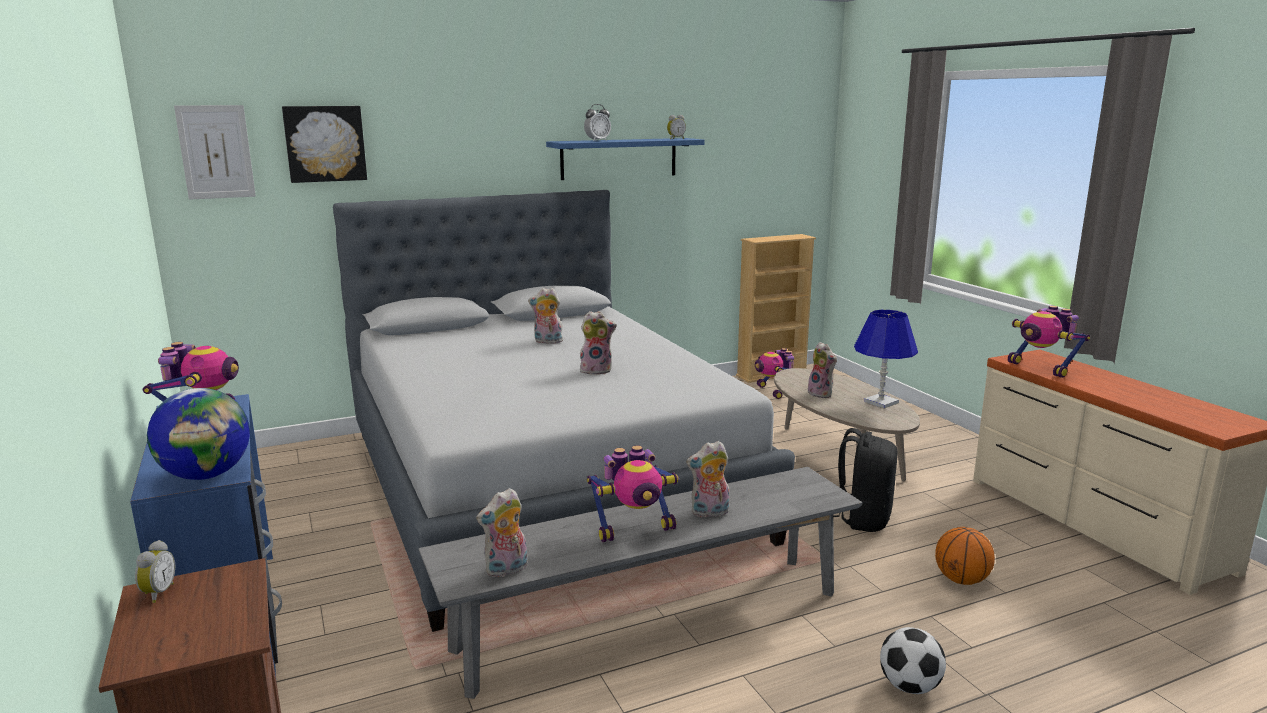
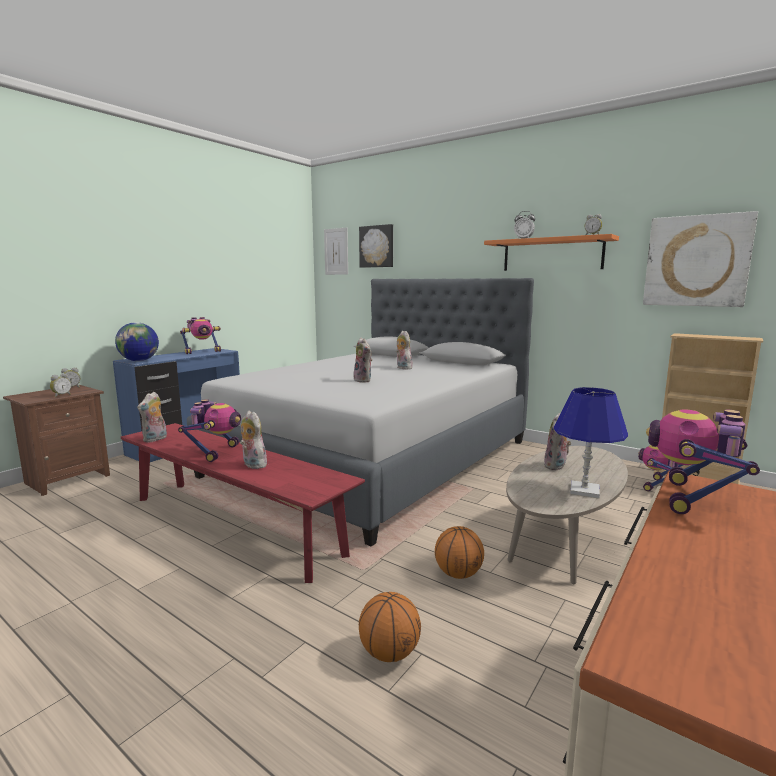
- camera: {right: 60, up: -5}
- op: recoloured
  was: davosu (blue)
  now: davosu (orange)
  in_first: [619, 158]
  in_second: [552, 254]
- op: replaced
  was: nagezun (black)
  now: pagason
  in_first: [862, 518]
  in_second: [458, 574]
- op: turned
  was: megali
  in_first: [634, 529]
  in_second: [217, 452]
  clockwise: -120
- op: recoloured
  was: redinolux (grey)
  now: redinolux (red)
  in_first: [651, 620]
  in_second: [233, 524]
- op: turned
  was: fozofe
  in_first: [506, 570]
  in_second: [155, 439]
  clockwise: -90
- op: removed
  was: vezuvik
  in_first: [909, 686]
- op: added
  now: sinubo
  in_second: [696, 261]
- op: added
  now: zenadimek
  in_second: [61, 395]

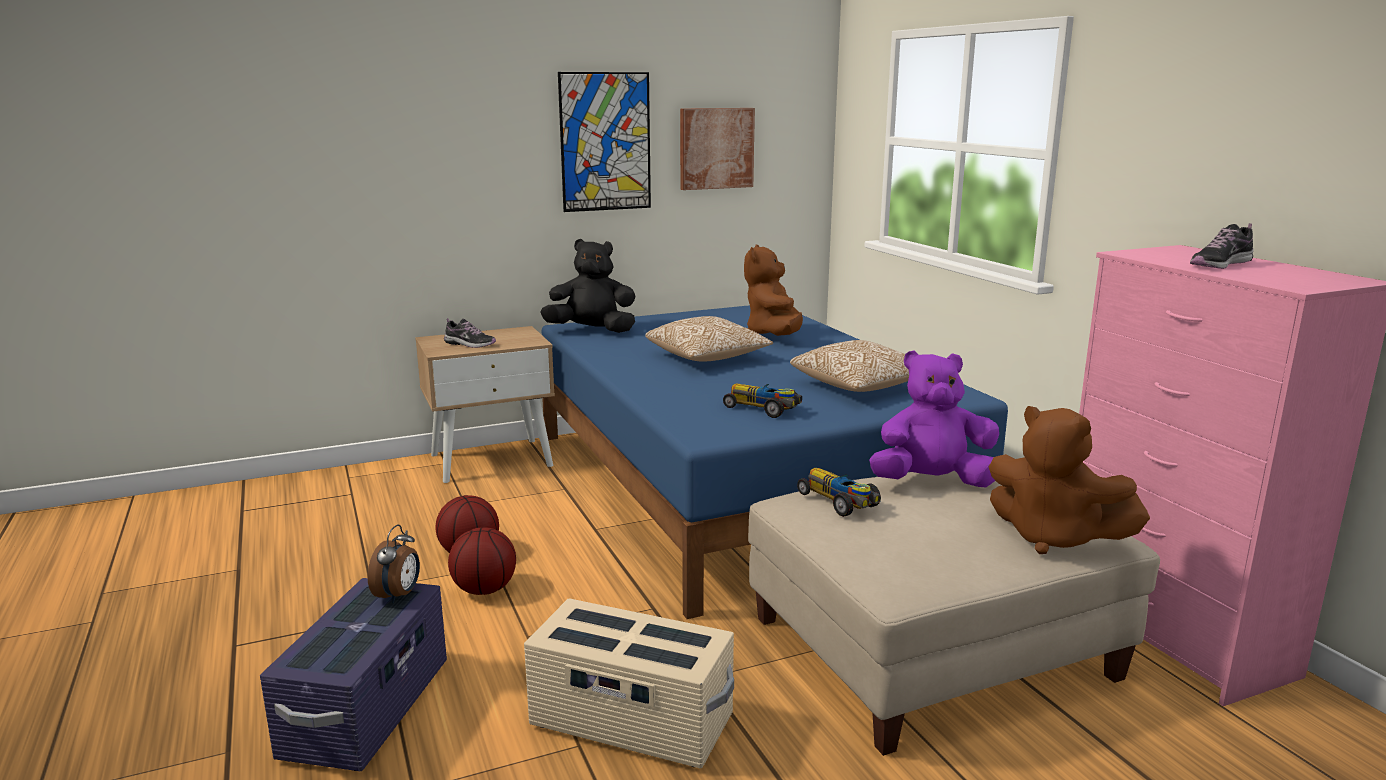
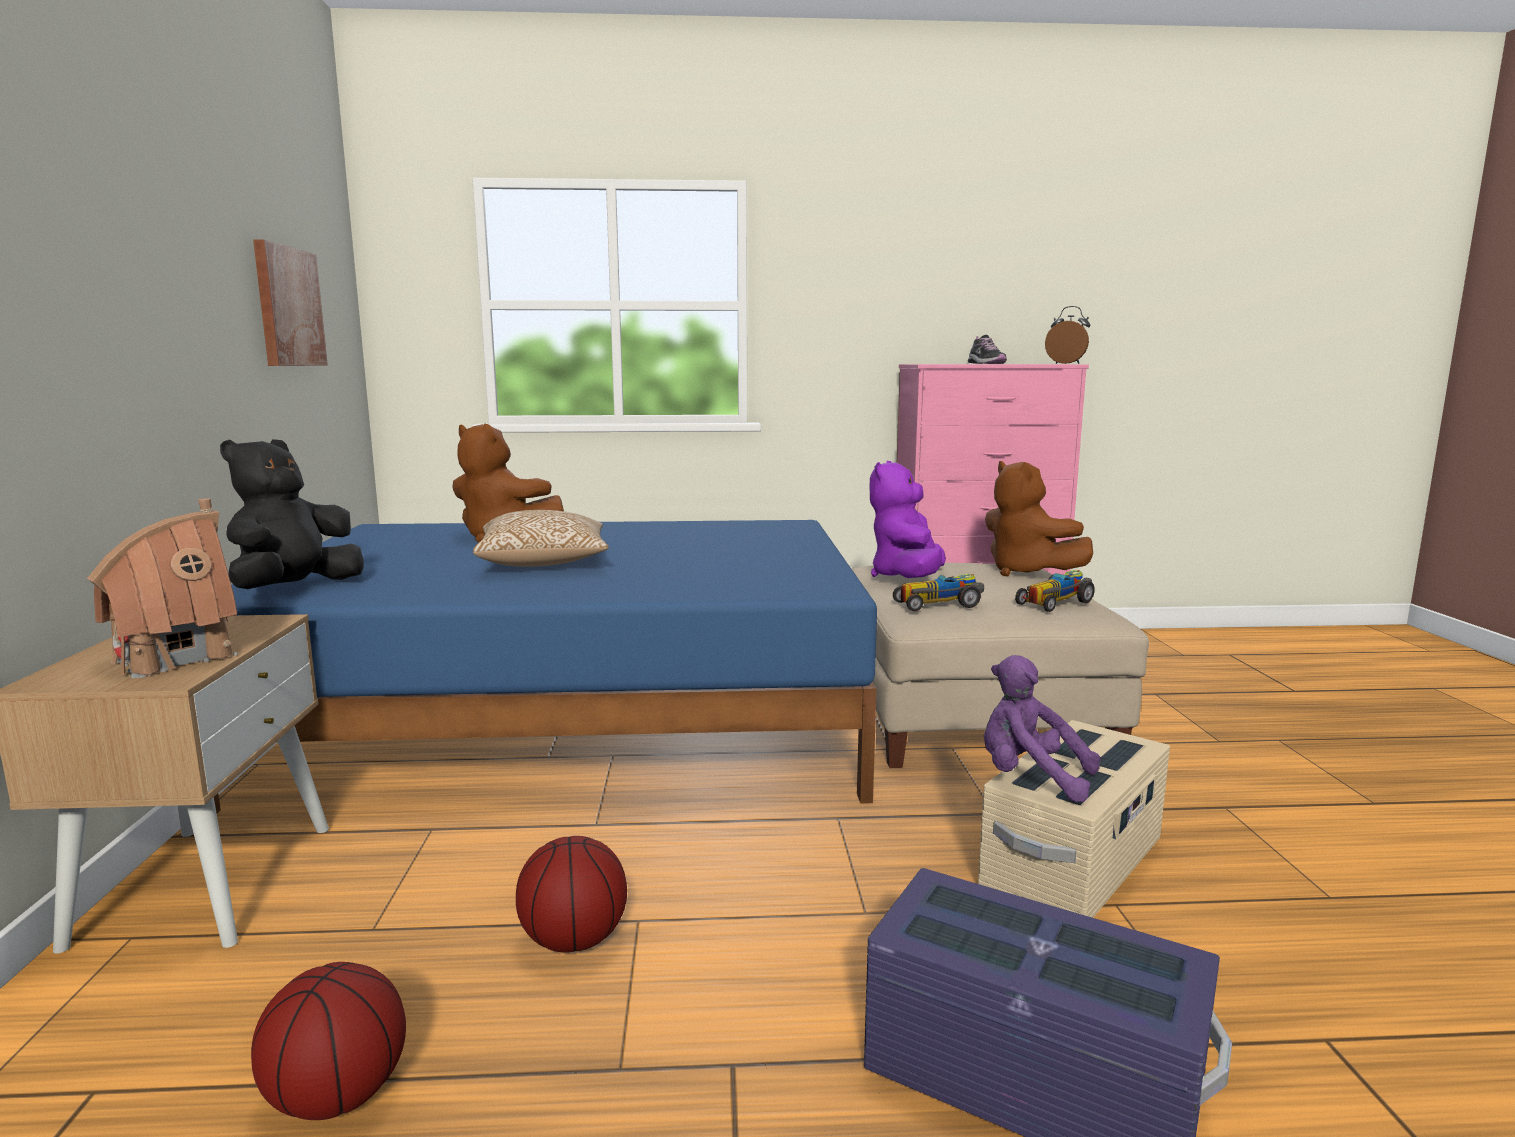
- camera: {right: -70, up: -5}
- op: removed
  was: sinubo
  in_first: [605, 142]
- op: replaced
  was: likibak
  now: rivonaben
  in_first: [469, 344]
  in_second: [174, 657]
- op: removed
  was: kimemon
  in_first: [860, 386]
- op: moved
  was: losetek
  in_first: [764, 409]
  in_second: [1056, 602]
- op: turned
  was: fozofe (brown)
  in_first: [1053, 538]
  in_second: [1026, 572]
  clockwise: 90
- op: moved
  was: zenadimek
  in_first: [399, 595]
  in_second: [1067, 363]
- op: moved
  was: pagason
  in_first: [484, 589]
  in_second: [336, 1097]
- op: added
  now: fozofe (purple)
  in_second: [1030, 778]

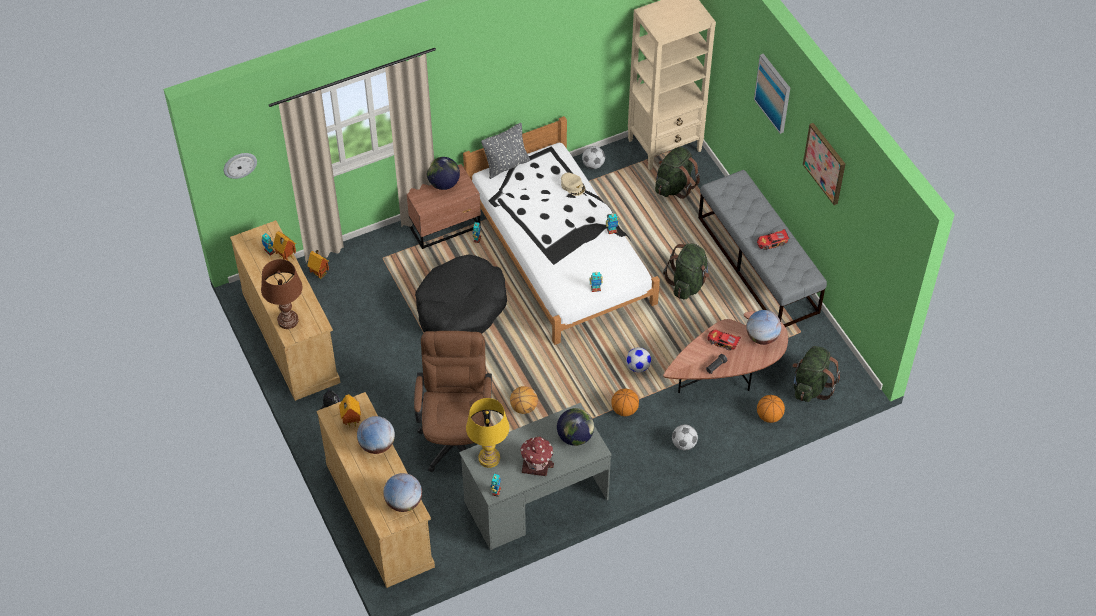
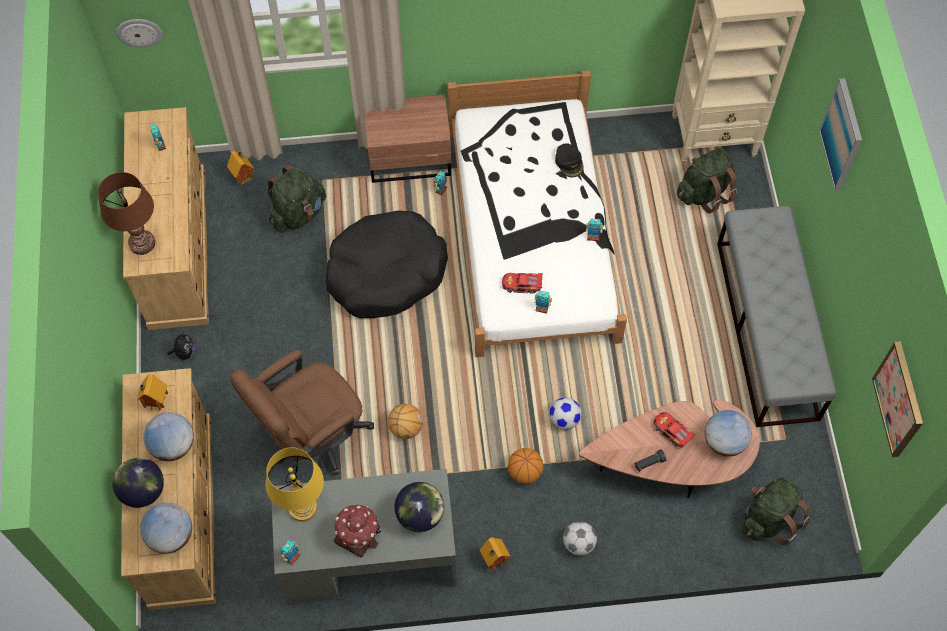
- camera: {right: 20, up: 10}
- op: removed
  was: kimemon (grey)
  in_first: [506, 165]
- op: moved
  was: sinubo
  in_first: [825, 163]
  in_second: [899, 399]
- op: removed
  was: vezuvik
  in_first: [593, 165]
- op: moved
  was: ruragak
  in_first: [443, 183]
  in_second: [143, 490]
- op: recoloured
  was: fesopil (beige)
  now: fesopil (black)
  in_first: [573, 186]
  in_second: [569, 162]
- op: moved
  was: losetek
  in_first: [772, 243]
  in_second: [521, 285]
- op: moved
  was: rivonaben
  in_first: [286, 257]
  in_second: [493, 561]
- op: moved
  was: nagezun (green)
  in_first: [687, 283]
  in_second: [298, 213]
- op: turned
  was: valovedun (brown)
  in_first: [456, 435]
  in_second: [312, 437]
  clockwise: -150
- op: removed
  was: pagason
  in_first: [769, 416]

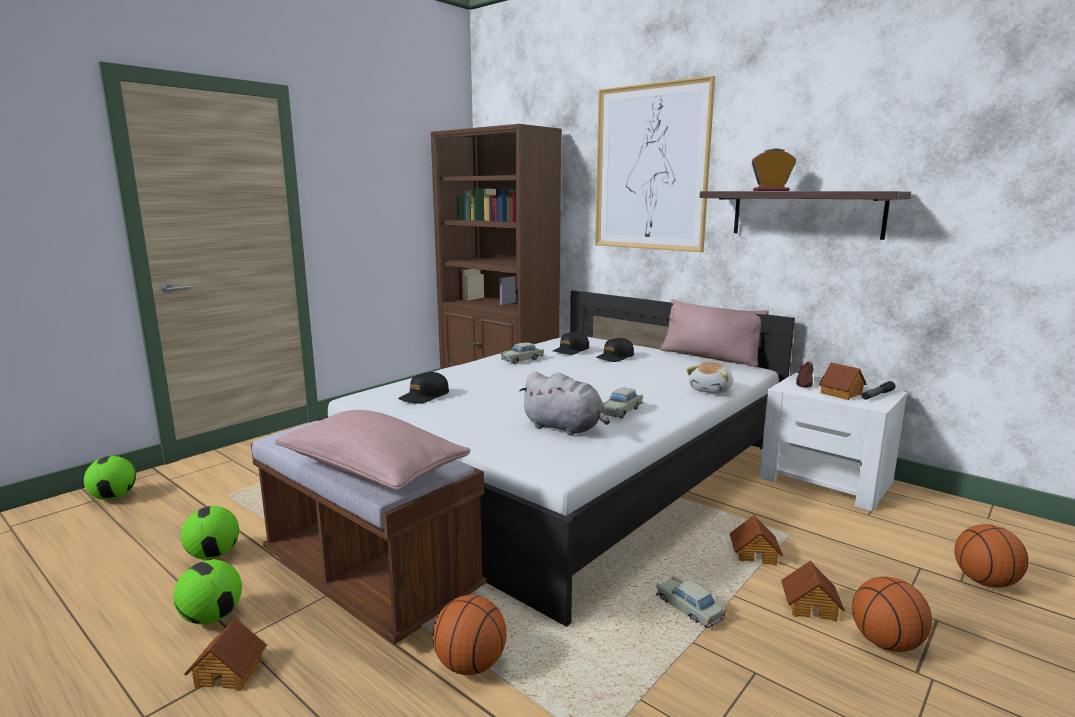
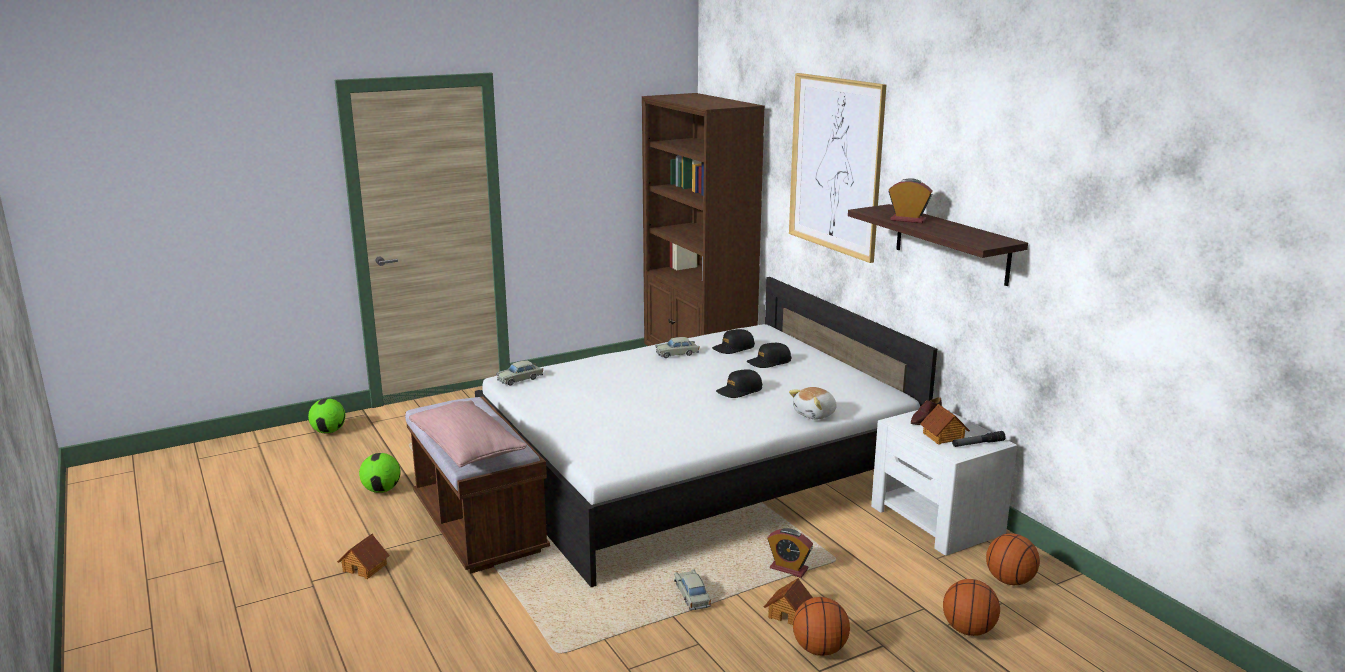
- camera: {right: 20, up: 5}
- op: removed
  was: kimemon (pink)
  in_first: [709, 357]
- op: removed
  was: fozofe (grey)
  in_first: [565, 428]
- op: moved
  was: fesopil (black)
  in_first: [424, 396]
  in_second: [739, 391]
- op: moved
  was: losetek (beige)
  in_first: [621, 411]
  in_second: [520, 379]
- op: replaced
  was: rivonaben
  now: zenadimek
  in_first: [754, 554]
  in_second: [788, 569]
- op: removed
  was: vezuvik
  in_first: [212, 617]
- op: moved
  was: pagason
  in_first: [470, 665]
  in_second: [1009, 581]

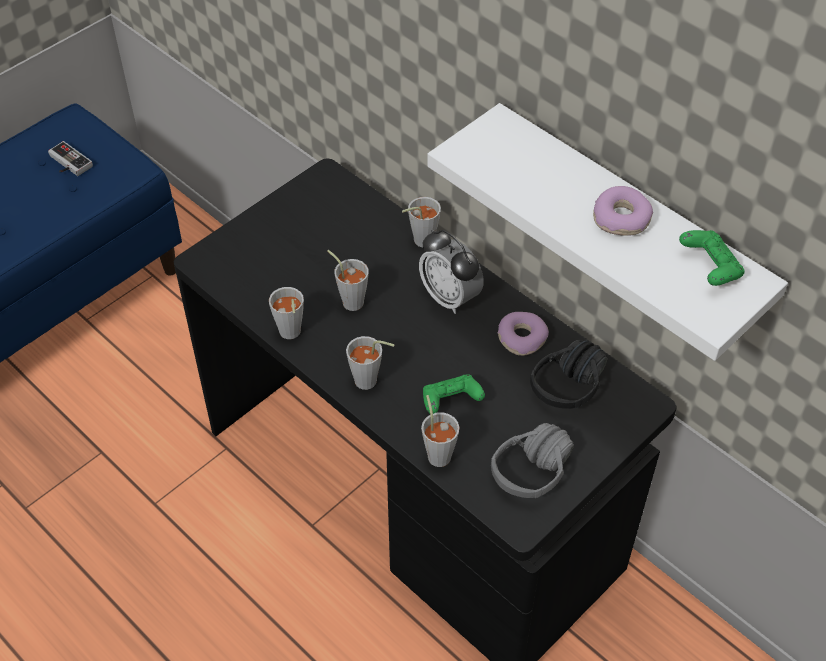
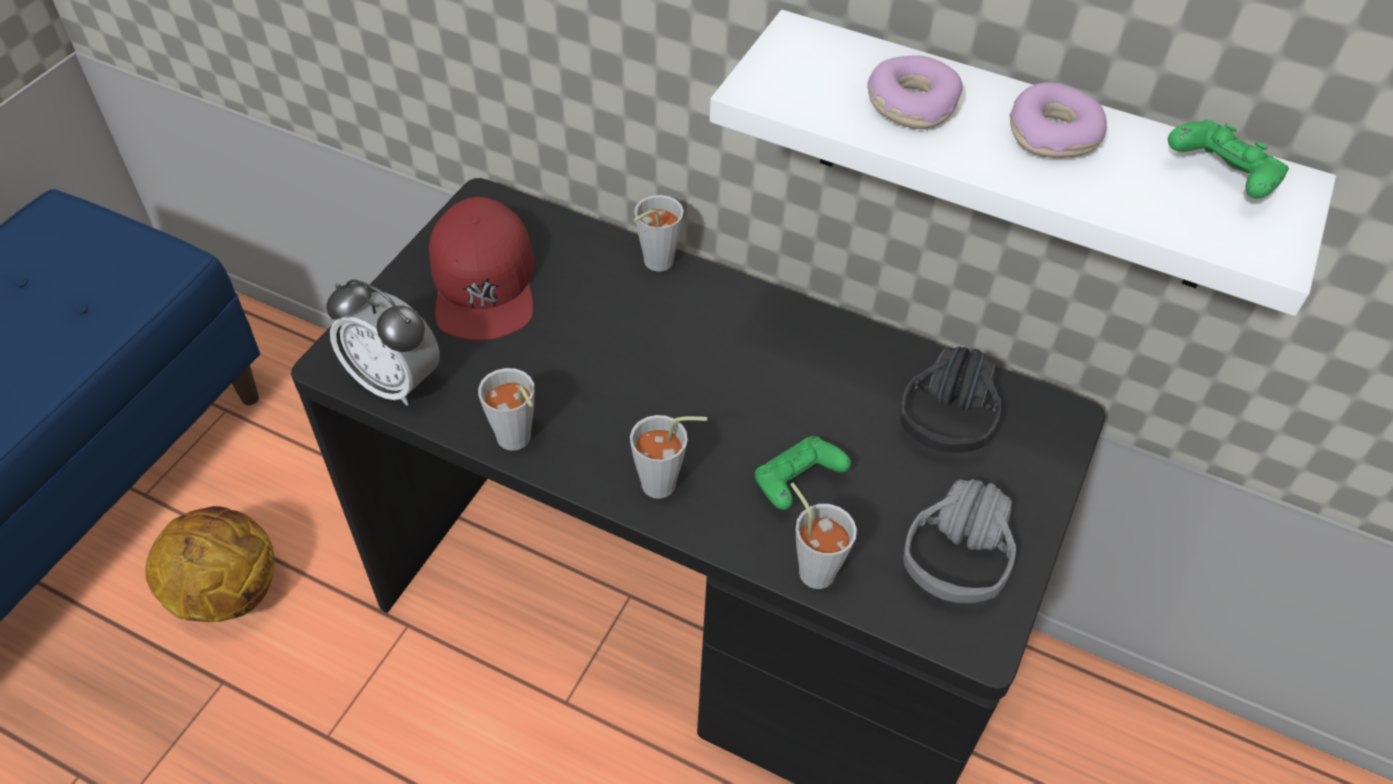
- camera: {right: -20, up: 0}
- op: removed
  was: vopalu
  in_first: [67, 163]
- op: moved
  was: zenadimek
  in_first: [450, 297]
  in_second: [395, 382]
- op: removed
  was: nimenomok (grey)
  in_first: [349, 299]
- op: moved
  was: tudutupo
  in_first: [521, 338]
  in_second: [910, 104]
- op: added
  now: fesopil (red)
  in_second: [484, 282]
- op: added
  now: pagason
  in_second: [226, 592]

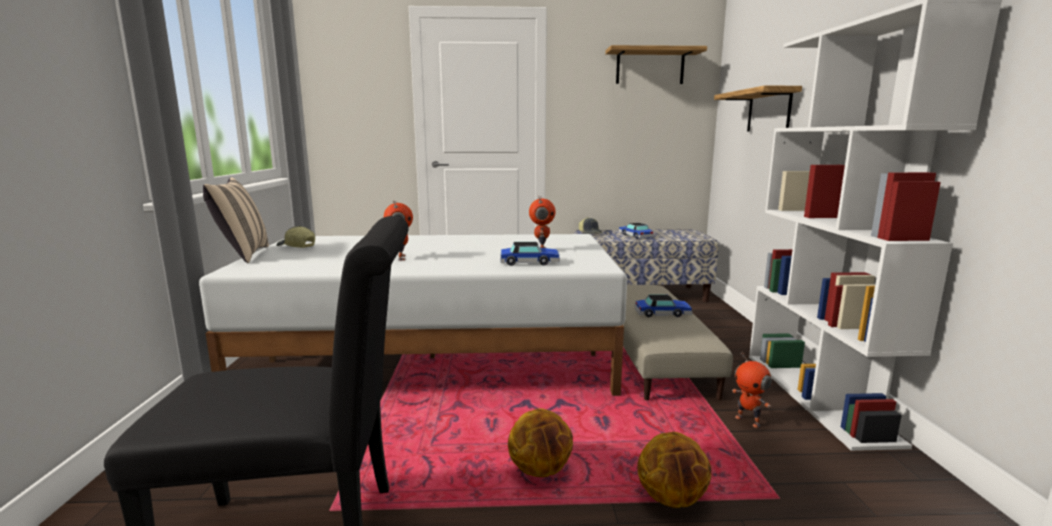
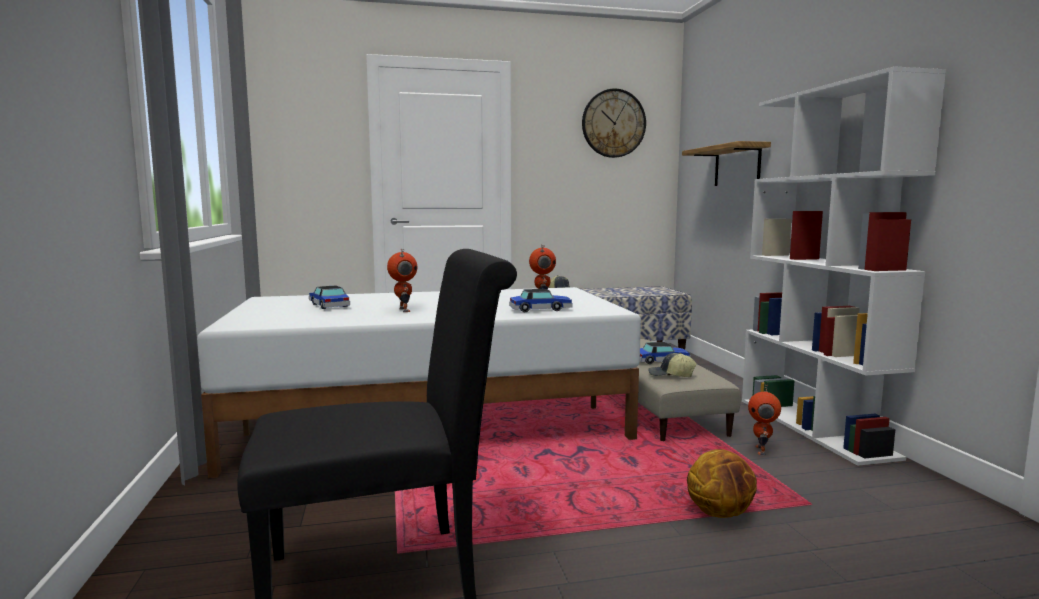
- camera: {right: -10, up: -5}
- op: replaced
  was: davosu
  now: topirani
  in_first: [650, 67]
  in_second: [613, 123]
- op: removed
  was: kimemon (beige)
  in_first: [242, 255]
- op: moved
  was: losetek
  in_first: [635, 236]
  in_second: [329, 305]
- op: moved
  was: fesopil
  in_first: [296, 246]
  in_second: [670, 375]
- op: turned
  was: megali
  in_first: [748, 421]
  in_second: [762, 450]
  clockwise: 60
- op: removed
  was: pagason
  in_first: [541, 470]

